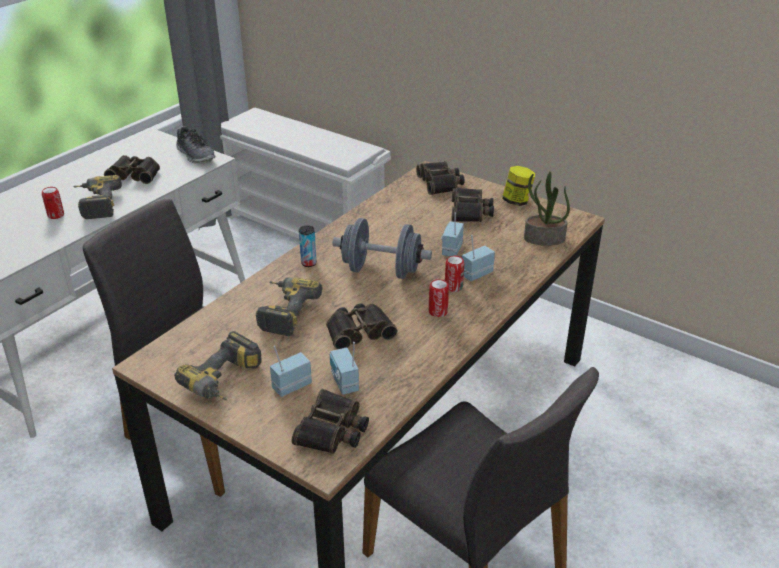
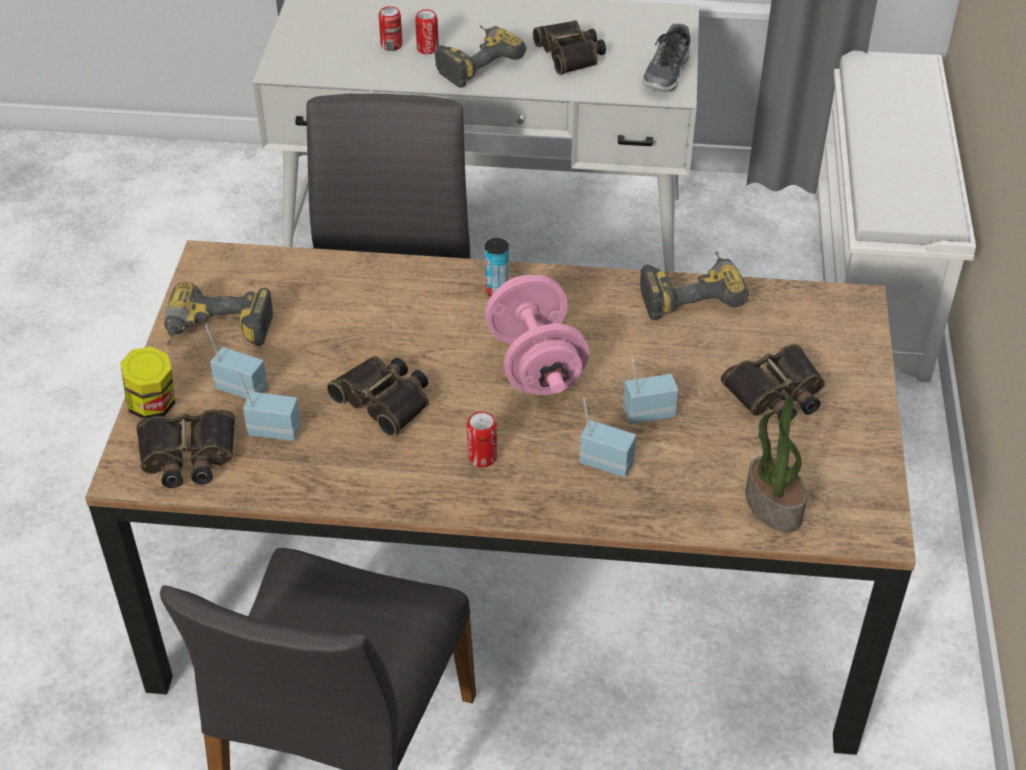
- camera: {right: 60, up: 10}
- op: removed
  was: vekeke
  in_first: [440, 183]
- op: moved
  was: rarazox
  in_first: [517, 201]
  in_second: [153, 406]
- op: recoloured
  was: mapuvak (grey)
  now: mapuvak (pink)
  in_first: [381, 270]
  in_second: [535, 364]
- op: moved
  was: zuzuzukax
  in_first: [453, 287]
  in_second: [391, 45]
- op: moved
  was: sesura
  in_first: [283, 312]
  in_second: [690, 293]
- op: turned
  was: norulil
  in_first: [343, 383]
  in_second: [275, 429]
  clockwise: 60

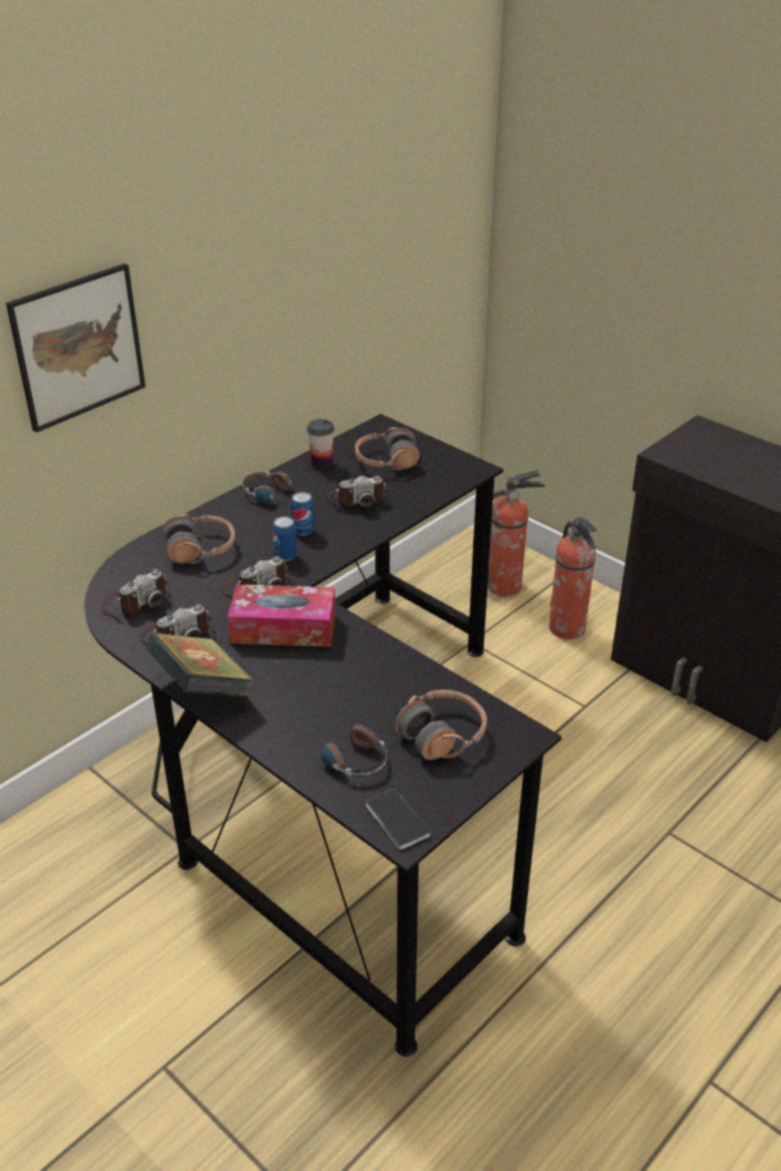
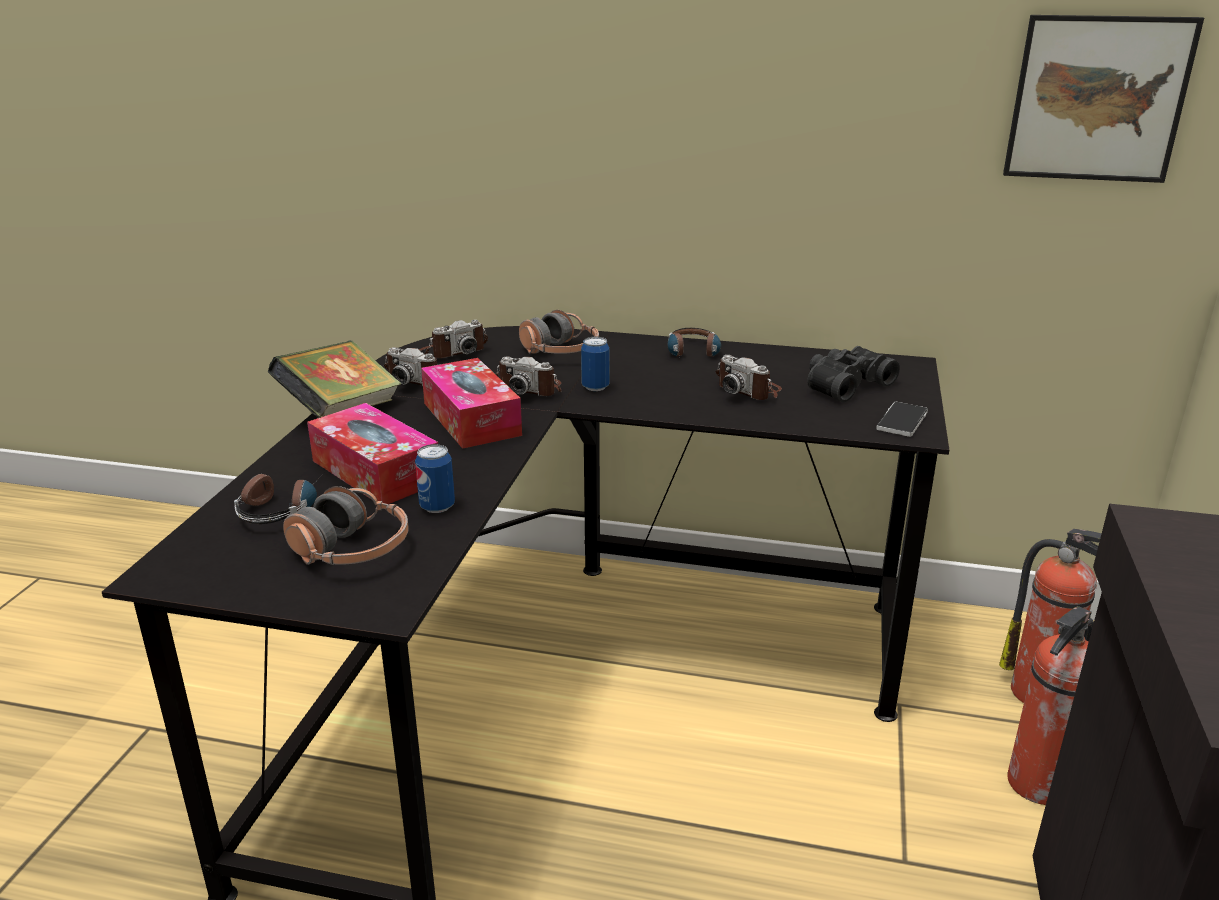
- camera: {right: 60, up: -10}
- op: moved
  was: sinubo
  in_first: [78, 346]
  in_second: [1097, 99]
- op: removed
  was: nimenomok
  in_first: [322, 463]
- op: replaced
  was: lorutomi
  now: vekeke (black)
  in_first: [386, 461]
  in_second: [844, 384]
- op: moved
  was: zuzuzukax
  in_first: [303, 531]
  in_second: [437, 507]
- op: turned
  was: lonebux
  in_first: [136, 600]
  in_second: [452, 351]
  clockwise: -45
- op: moved
  was: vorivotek
  in_first: [397, 820]
  in_second: [902, 421]
- op: added
  now: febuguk
  in_second: [376, 471]

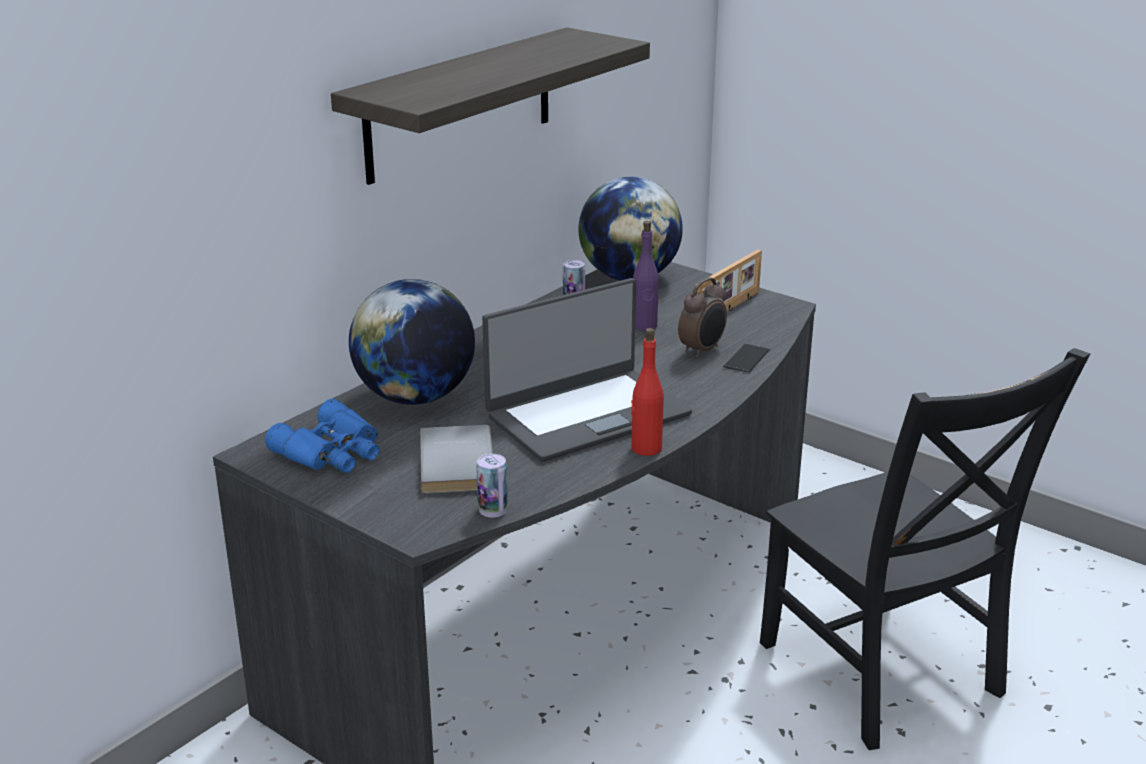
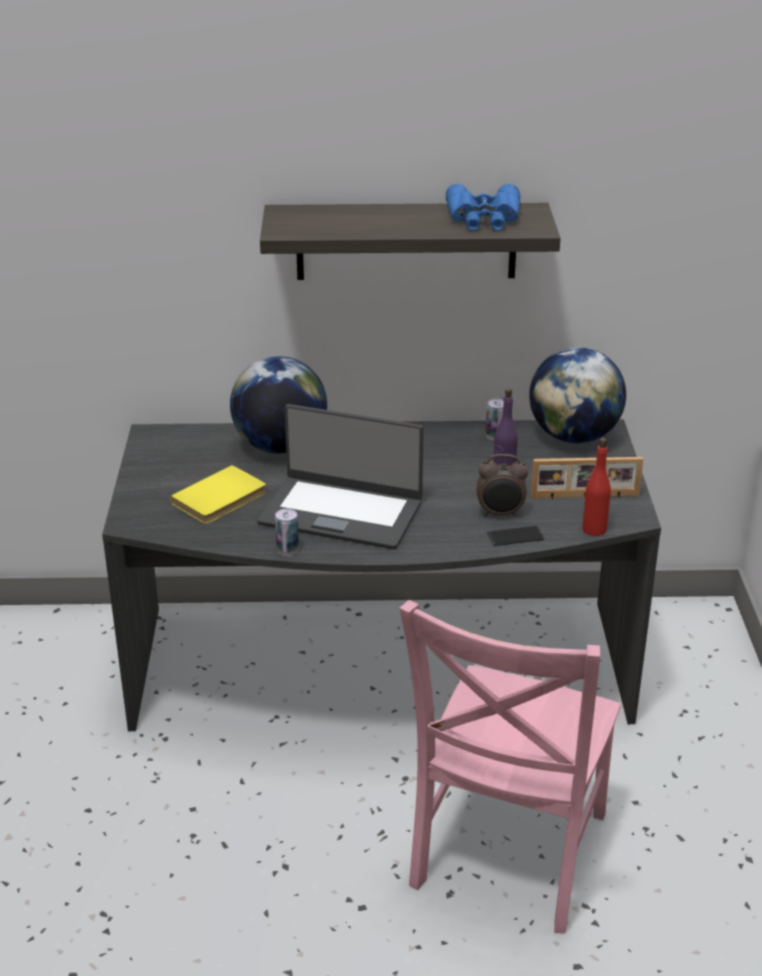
- camera: {right: 50, up: 5}
- op: moved
  was: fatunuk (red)
  in_first: [646, 448]
  in_second: [594, 529]
- op: recoloured
  was: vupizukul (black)
  now: vupizukul (pink)
  in_first: [884, 675]
  in_second: [506, 856]
- op: moved
  was: vekeke (blue)
  in_first: [333, 451]
  in_second: [484, 218]
- op: recoloured
  was: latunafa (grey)
  now: latunafa (yellow)
  in_first: [461, 463]
  in_second: [221, 499]
- op: moved
  was: zuzuzukax
  in_first: [492, 510]
  in_second: [287, 550]

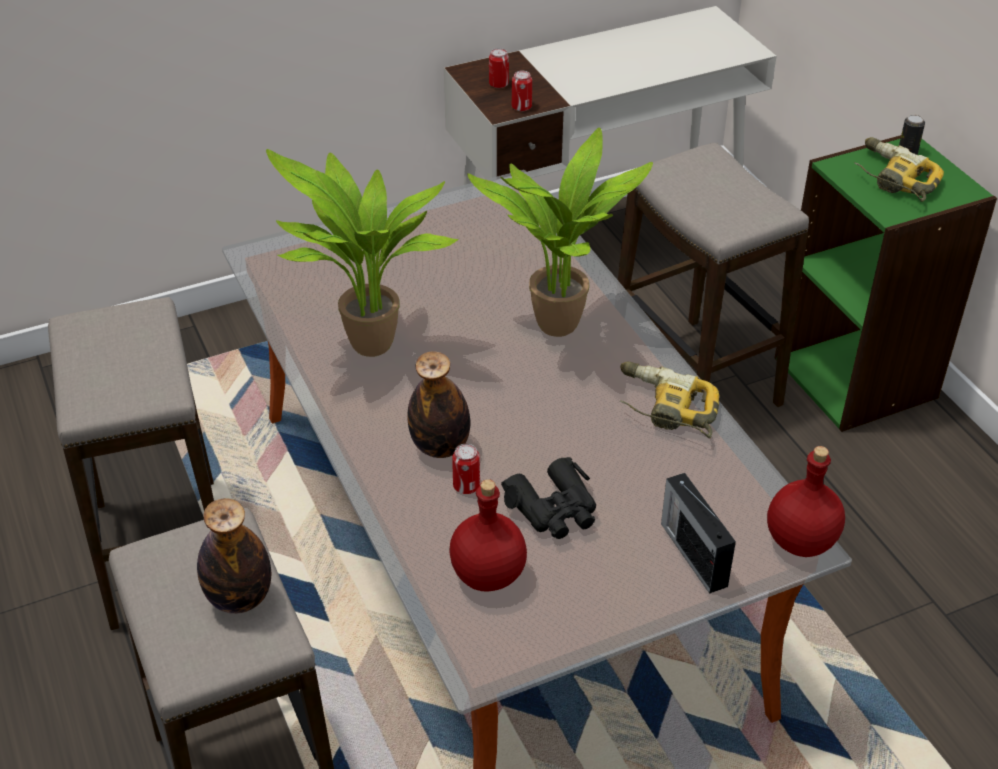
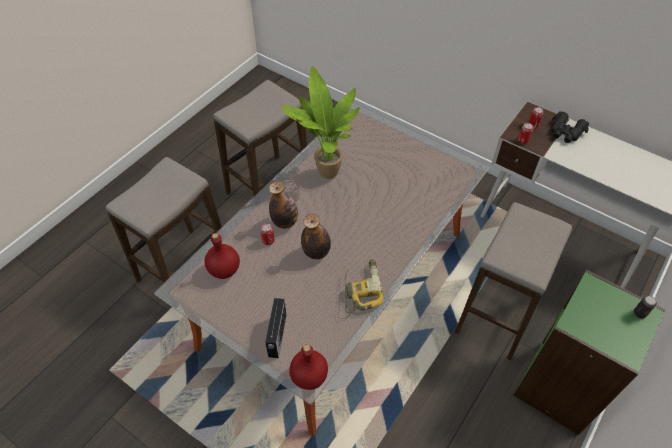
- camera: {right: 60, up: 10}
- op: removed
  was: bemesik
  in_first: [561, 330]
- op: removed
  was: sesura
  in_first: [892, 178]
- op: moved
  was: vekeke (black)
  in_first: [554, 509]
  in_second: [566, 132]
- op: turned
  was: norulil
  in_first: [693, 553]
  in_second: [277, 336]
  clockwise: 150
- op: moved
  was: fatunuk
  in_first: [240, 598]
  in_second: [316, 252]

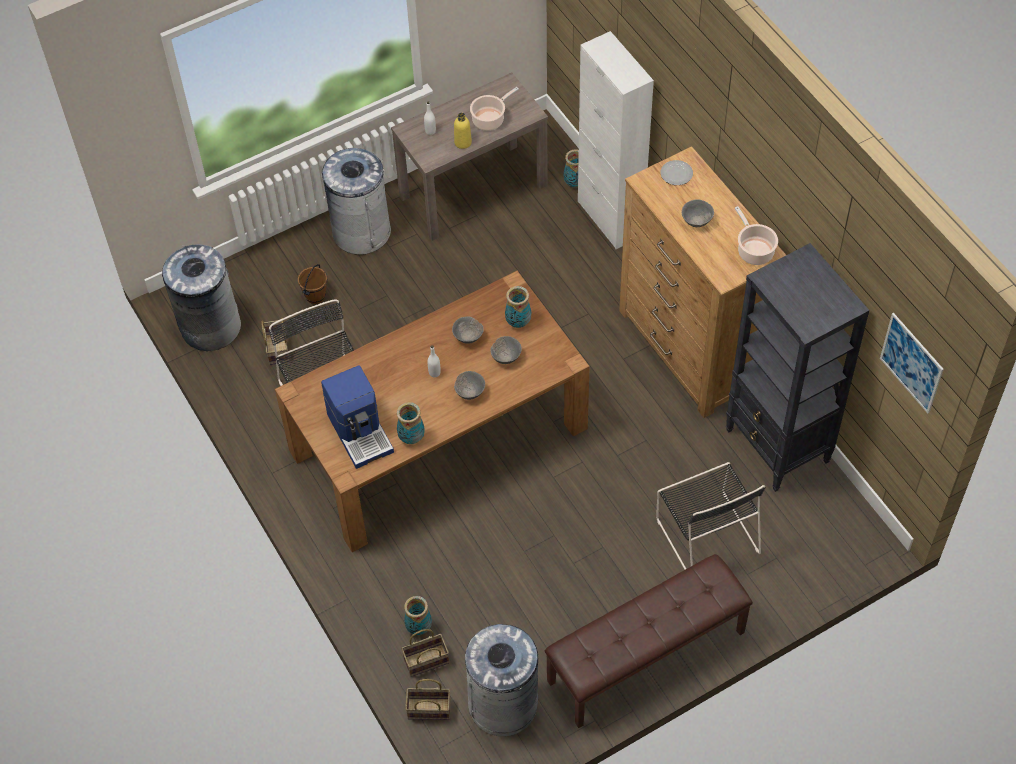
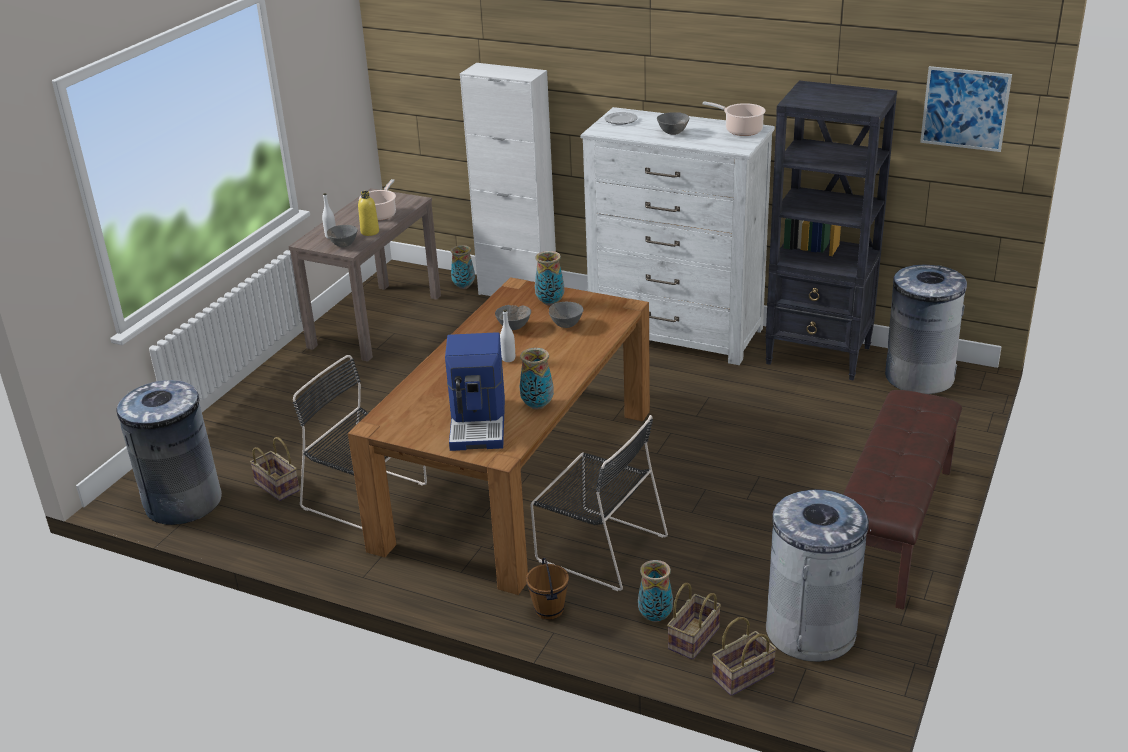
- camera: {right: -35, up: -25}
- op: recoloured
  was: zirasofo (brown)
  now: zirasofo (white)
  in_first: [691, 348]
  in_second: [676, 333]
- op: moved
  was: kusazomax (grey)
  in_first: [361, 231]
  in_second: [918, 376]
- op: moved
  was: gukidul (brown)
  in_first: [315, 296]
  in_second: [548, 610]
- op: turned
  was: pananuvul
  in_first: [361, 432]
  in_second: [479, 423]
  clockwise: 60
- op: moved
  was: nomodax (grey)
  in_first: [469, 392]
  in_second: [343, 245]
- op: moved
  was: vupizukul (black)
  in_first: [706, 533]
  in_second: [598, 547]

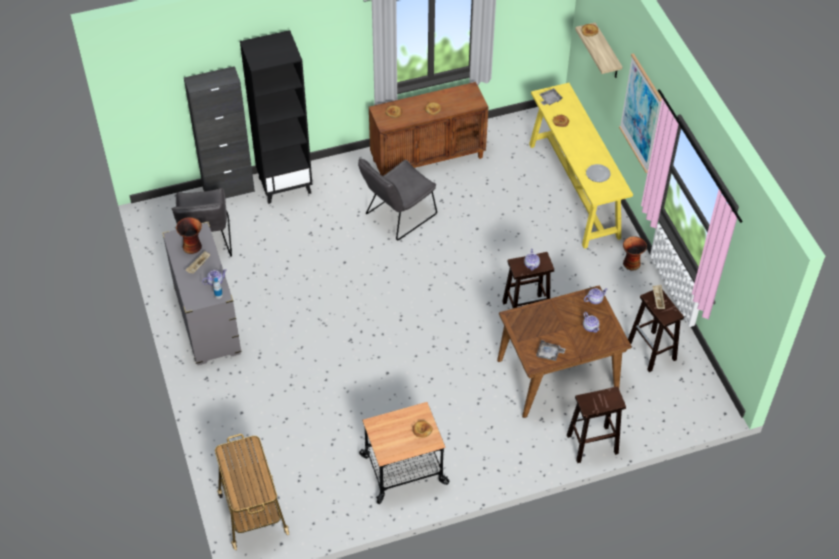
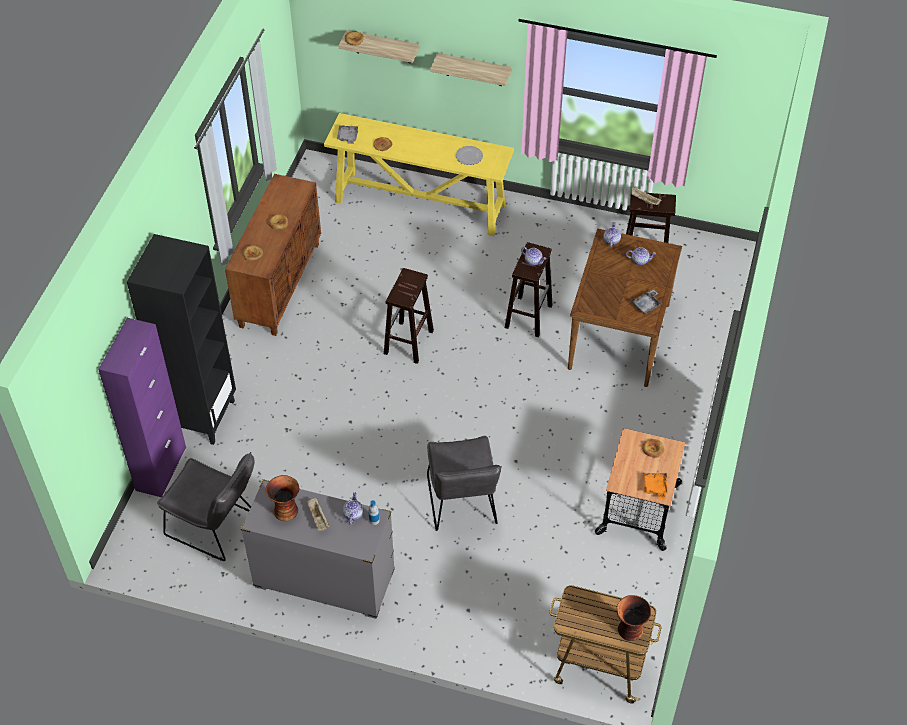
- camera: {right: -55, up: 0}
- op: replaced
  was: sinubo
  now: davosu
  in_first: [641, 113]
  in_second: [474, 70]
- op: recoloured
  was: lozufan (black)
  now: lozufan (purple)
  in_first: [228, 189]
  in_second: [161, 469]
- op: moved
  was: vupizukul (grey)
  in_first: [397, 216]
  in_second: [462, 504]
- op: moved
  was: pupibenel
  in_first: [631, 263]
  in_second: [629, 630]
- op: moved
  was: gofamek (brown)
  in_first: [591, 444]
  in_second: [408, 343]
- op: added
  now: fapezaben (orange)
  in_second: [655, 488]

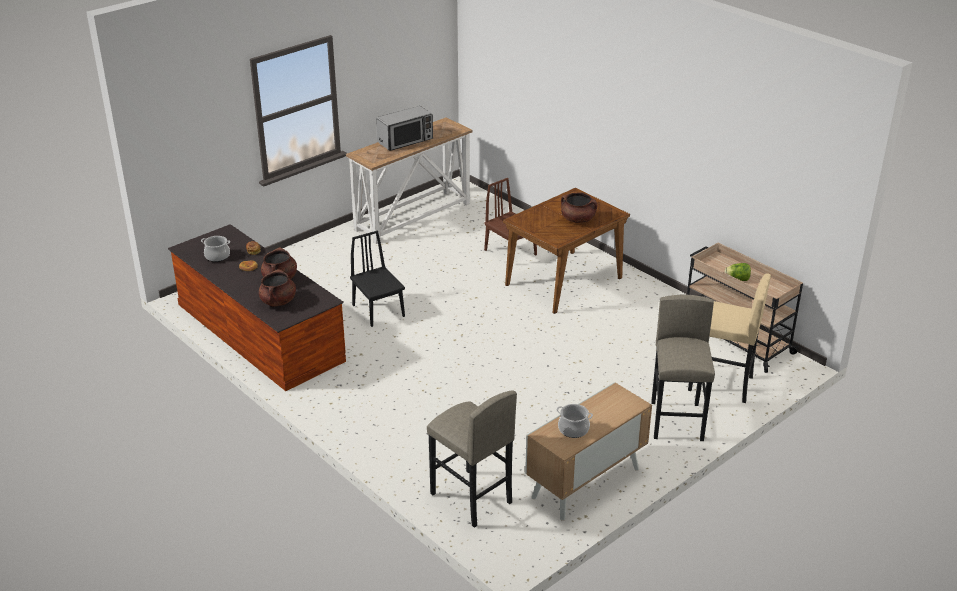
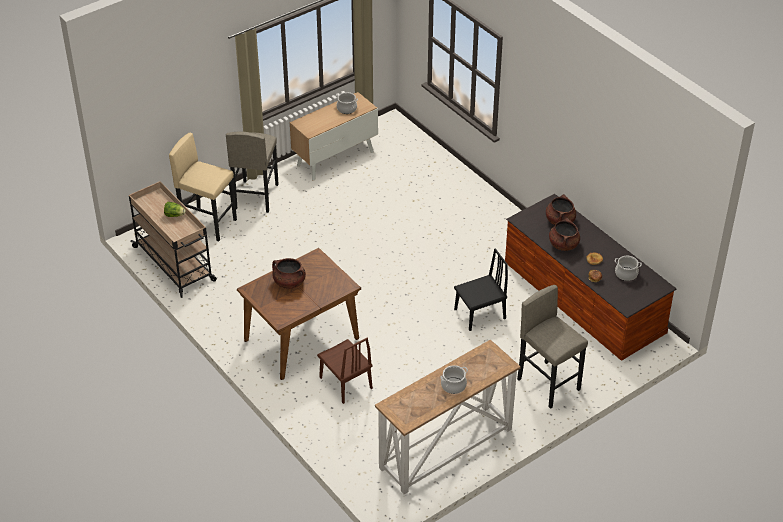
- camera: {right: -175, up: 10}
- op: replaced
  was: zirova
  now: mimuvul
  in_first: [405, 141]
  in_second: [453, 386]
- op: turned
  was: vupizukul (black)
  in_first: [378, 310]
  in_second: [479, 314]
  clockwise: -90
- op: moved
  was: gofamek (grey)
  in_first: [471, 498]
  in_second: [548, 384]

